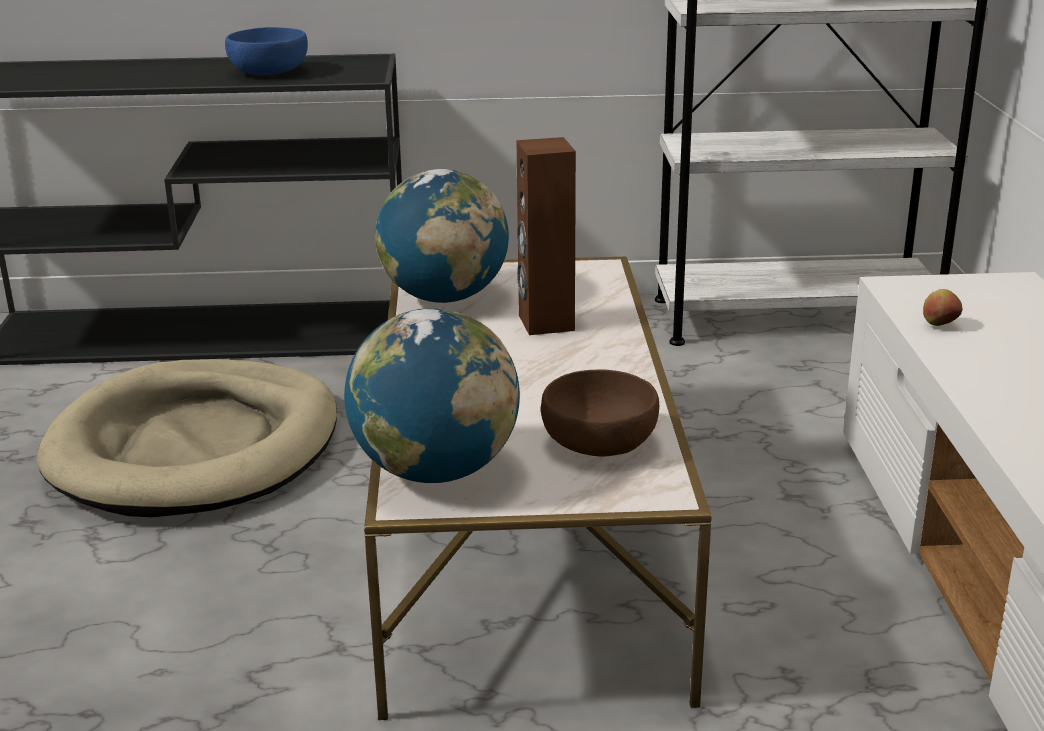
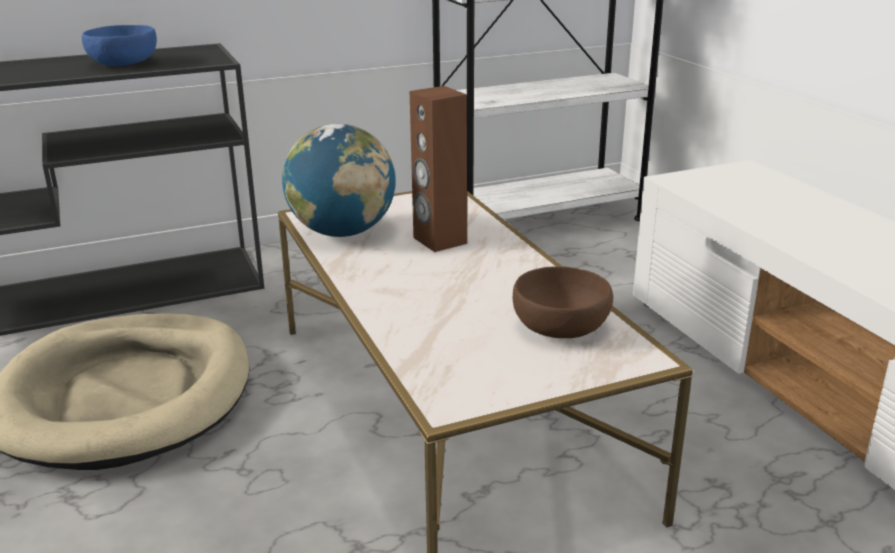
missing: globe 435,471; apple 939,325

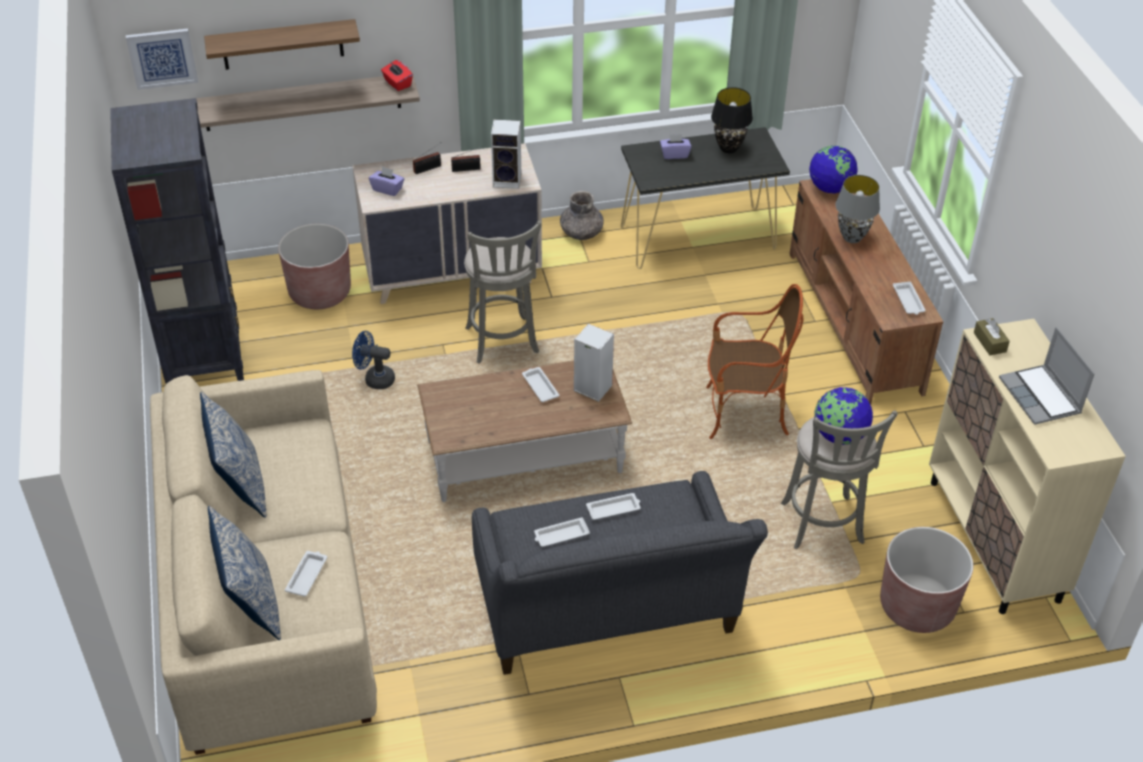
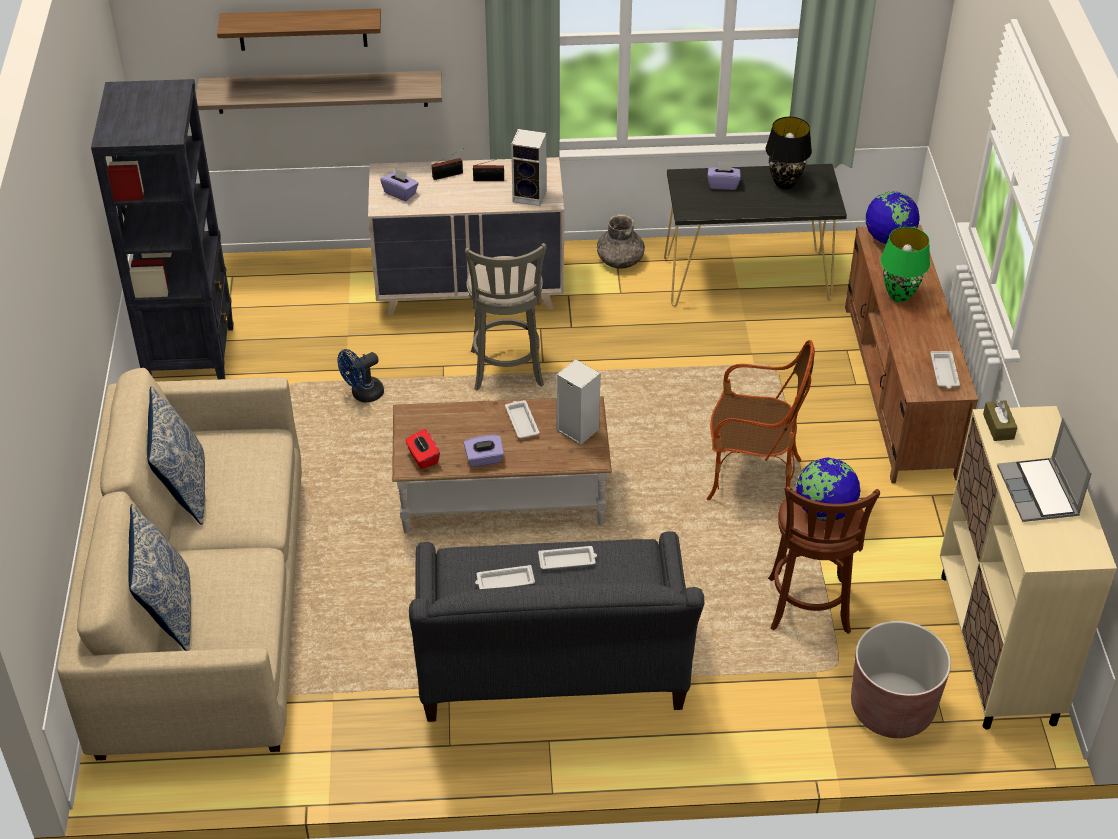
missing: picture 162,58; planter/brown 320,292; tray/white 307,575
appeared: tissue box/purple 484,459
relocated: tissue box/red 397,83 to 422,457
colour: stool/grey 823,527 to stool/brown 808,609; table lamp/grey 852,237 to table lamp/green 899,295
spun: fan/blue 375,379 = 363,395 60 degrees counterclockwise

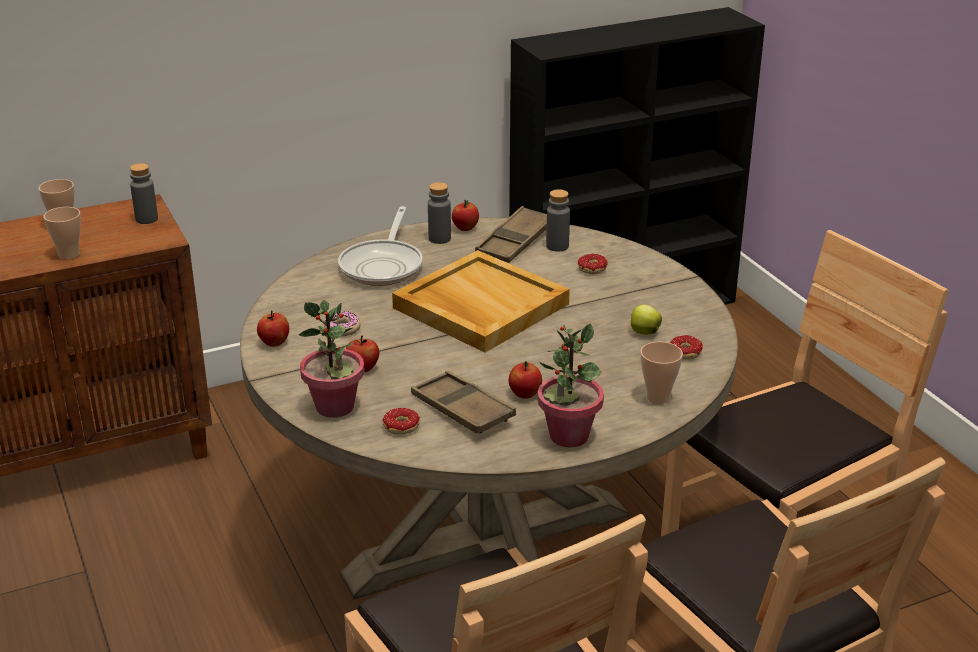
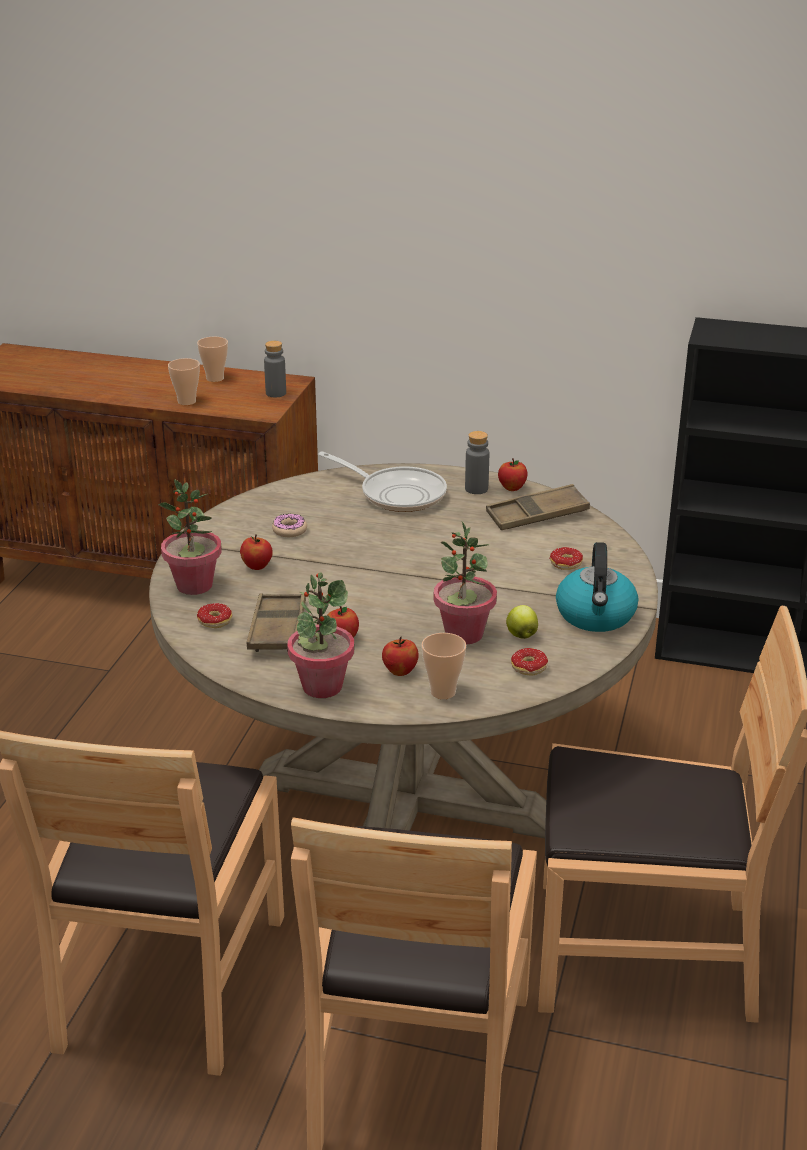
missing: tray/beige 479,306; bottle/grey 557,246
appeared: potted plant 463,634; kettle 596,616
relocated: apple 274,343 to 400,671
spun: frying pan 383,265 = 397,494 105 degrees counterclockwise

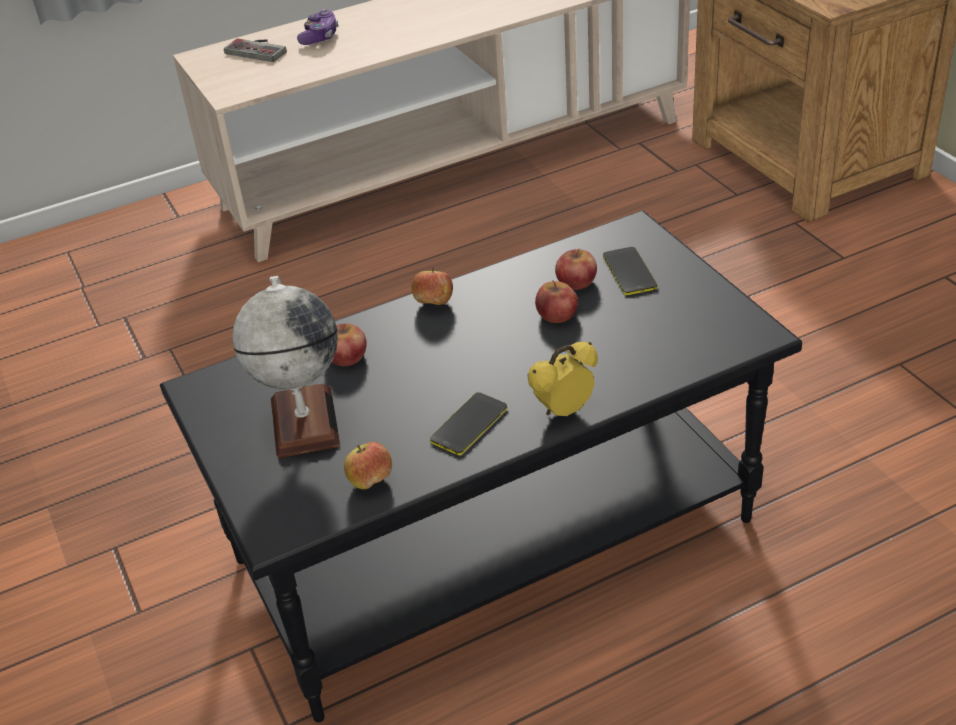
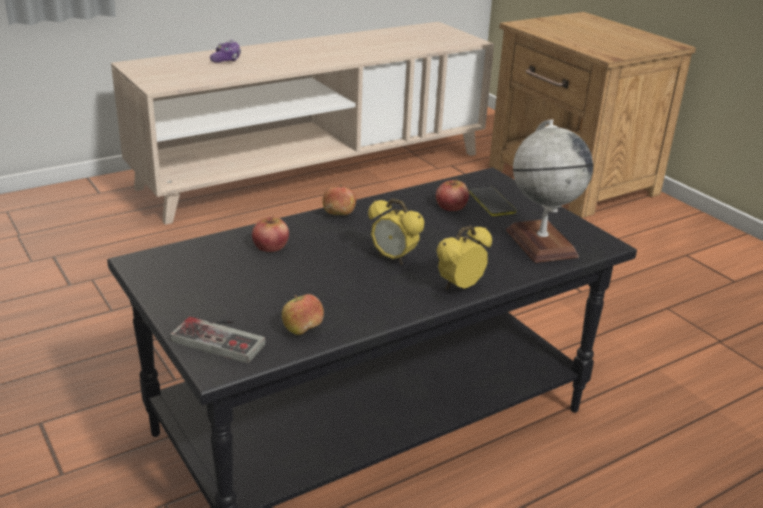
missing: phone 469,424; apple 557,314
appeared: alarm clock 393,258
relocated: game controller 259,49 to 223,337; globe 304,422 to 540,243

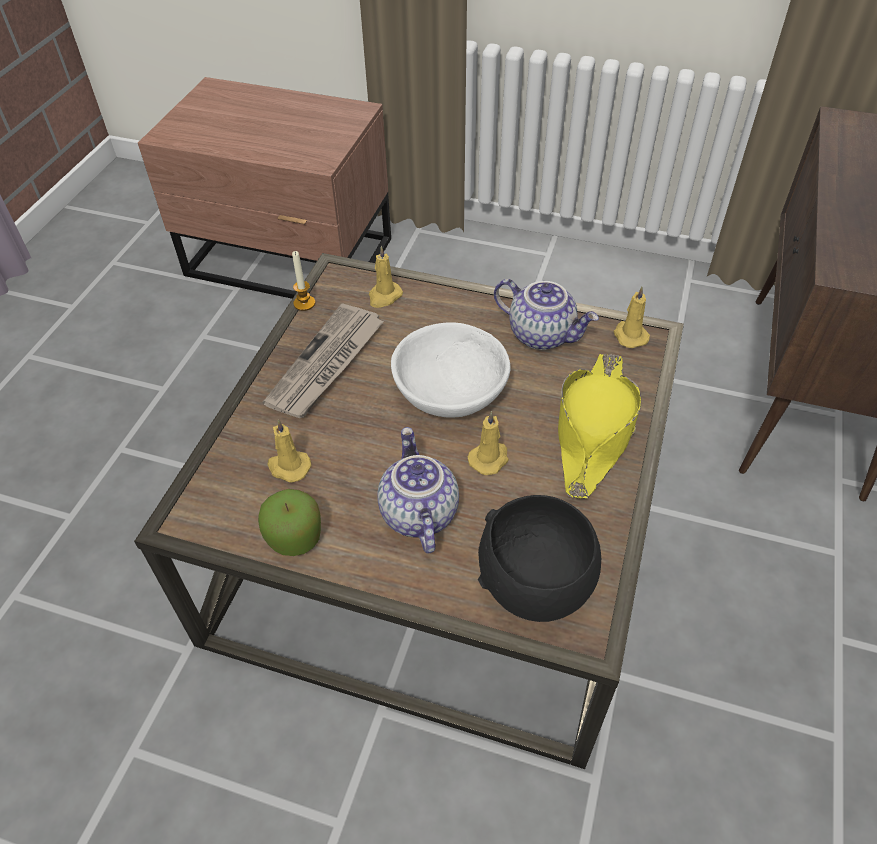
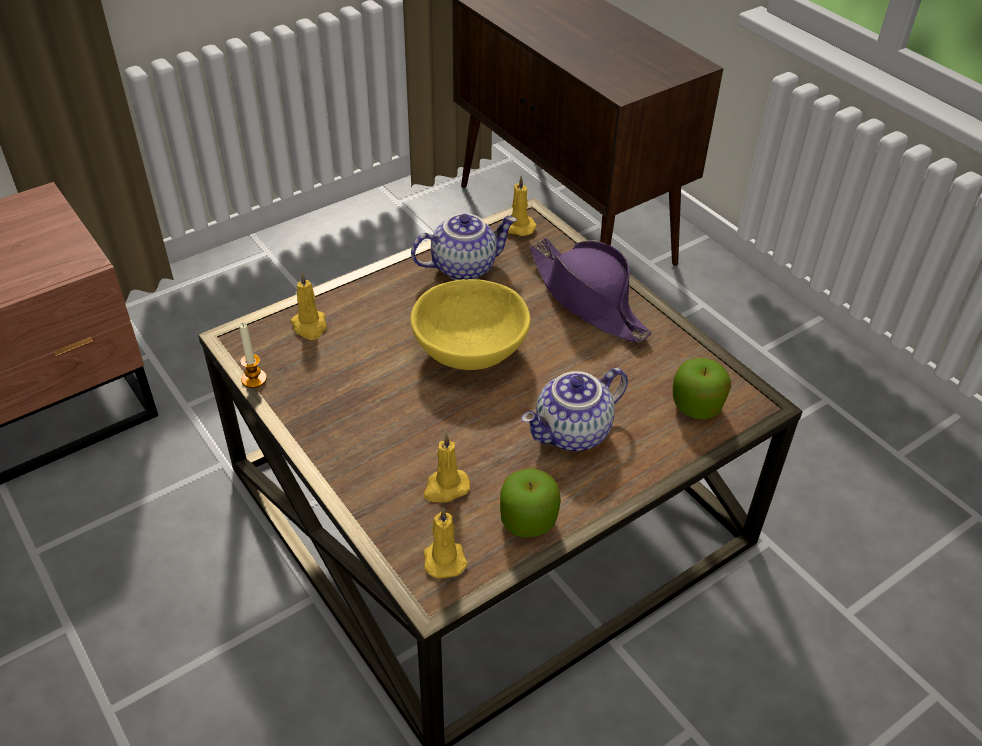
missing: newspaper 326,364
relocated: candle/yellow 489,458 to 444,558
exchanged: bowl/black 536,585 to apple 697,405
colour: bowl/white 452,393 to bowl/yellow 471,348; hat/yellow 593,431 to hat/purple 588,299
spun: teapot 417,513 = 573,434 60 degrees counterclockwise

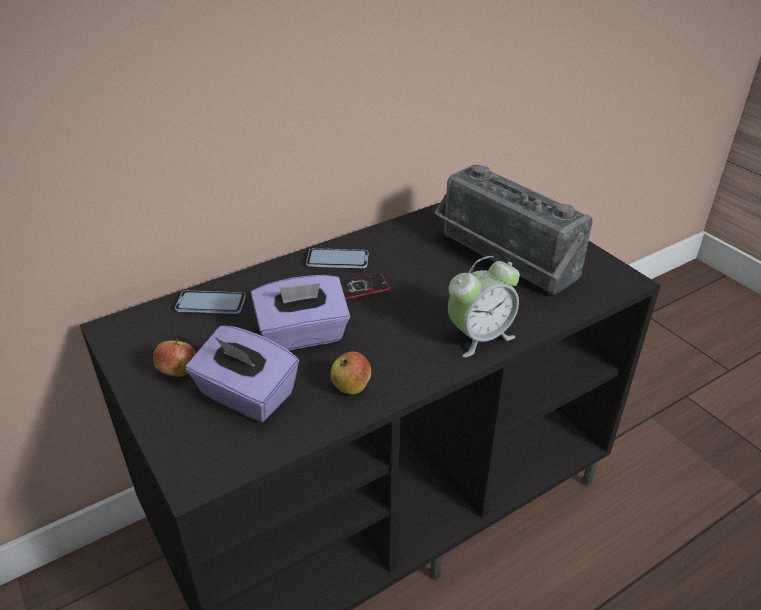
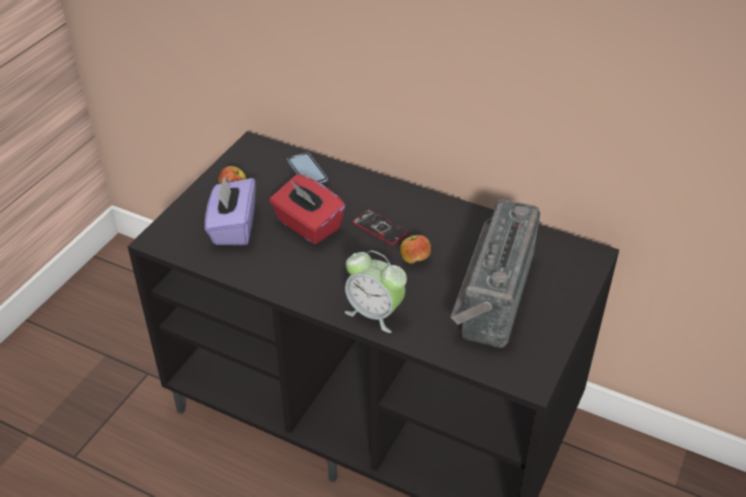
missing: phone 337,260
relocated: apple 351,387 to 415,259
colour: tissue box/purple 303,335 to tissue box/red 308,225

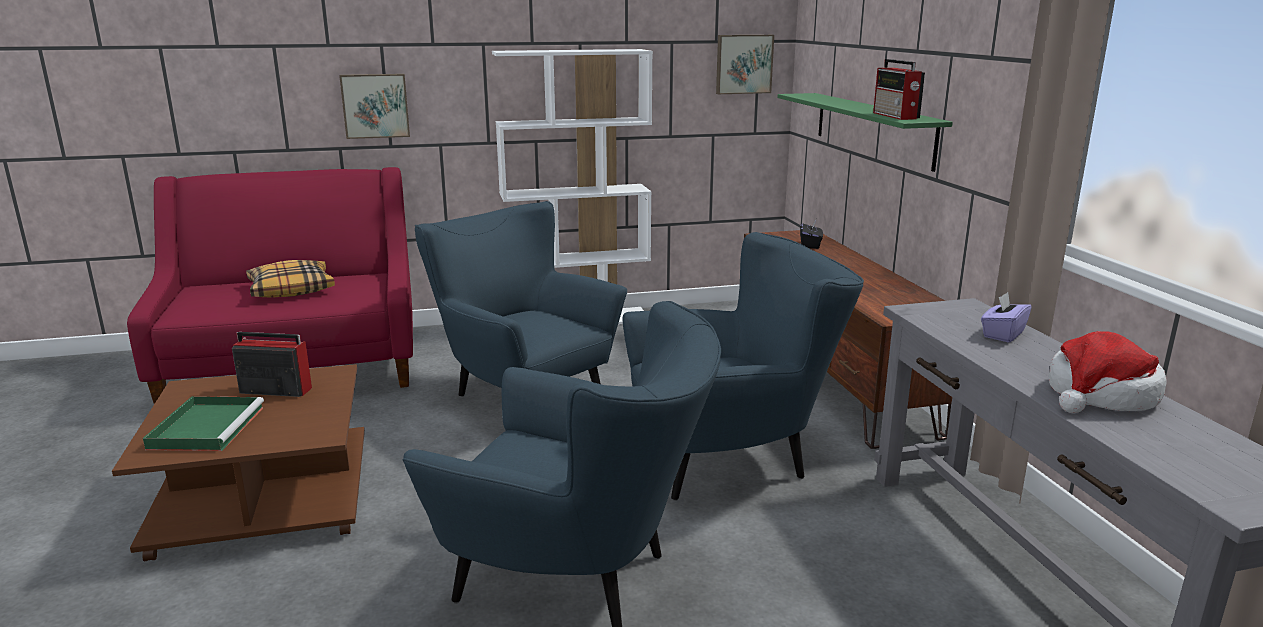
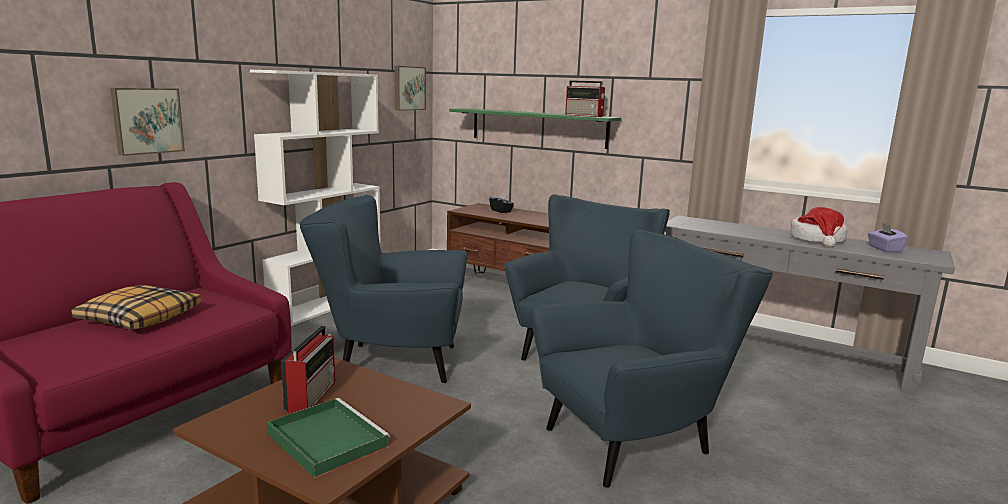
relocated: tissue box/purple 1002,334 to 884,249
spun: radio 274,390 = 312,395 135 degrees clockwise

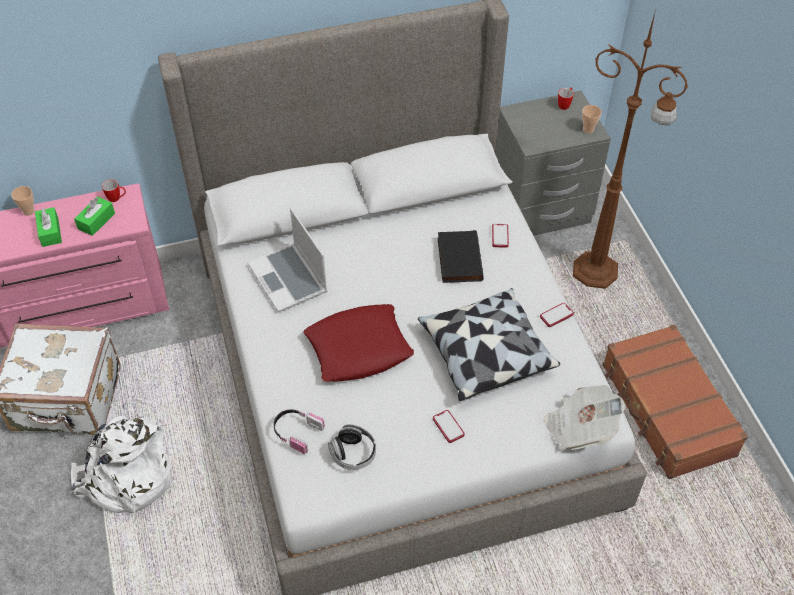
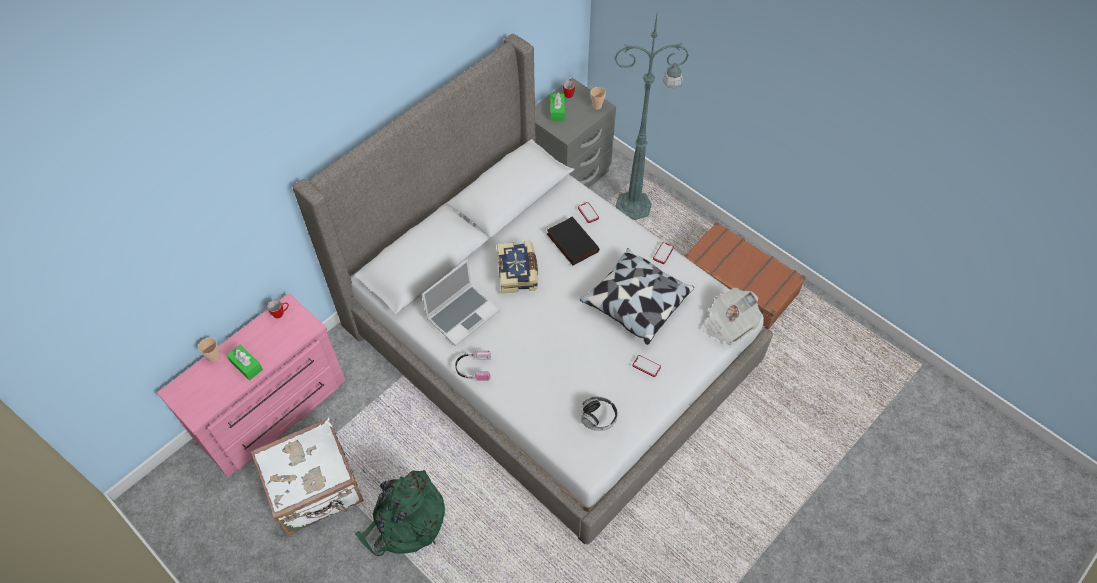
missing: pillow/red 359,348
appeared: book 518,272
relocated: tissue box/green 96,221 to 557,111; headphones 296,432 to 473,368
colour: backpack/white 126,478 to backpack/green 405,522; floor lamp/brown 597,272 to floor lamp/green 635,206
spun: laptop 289,279 = 463,314 75 degrees counterclockwise

